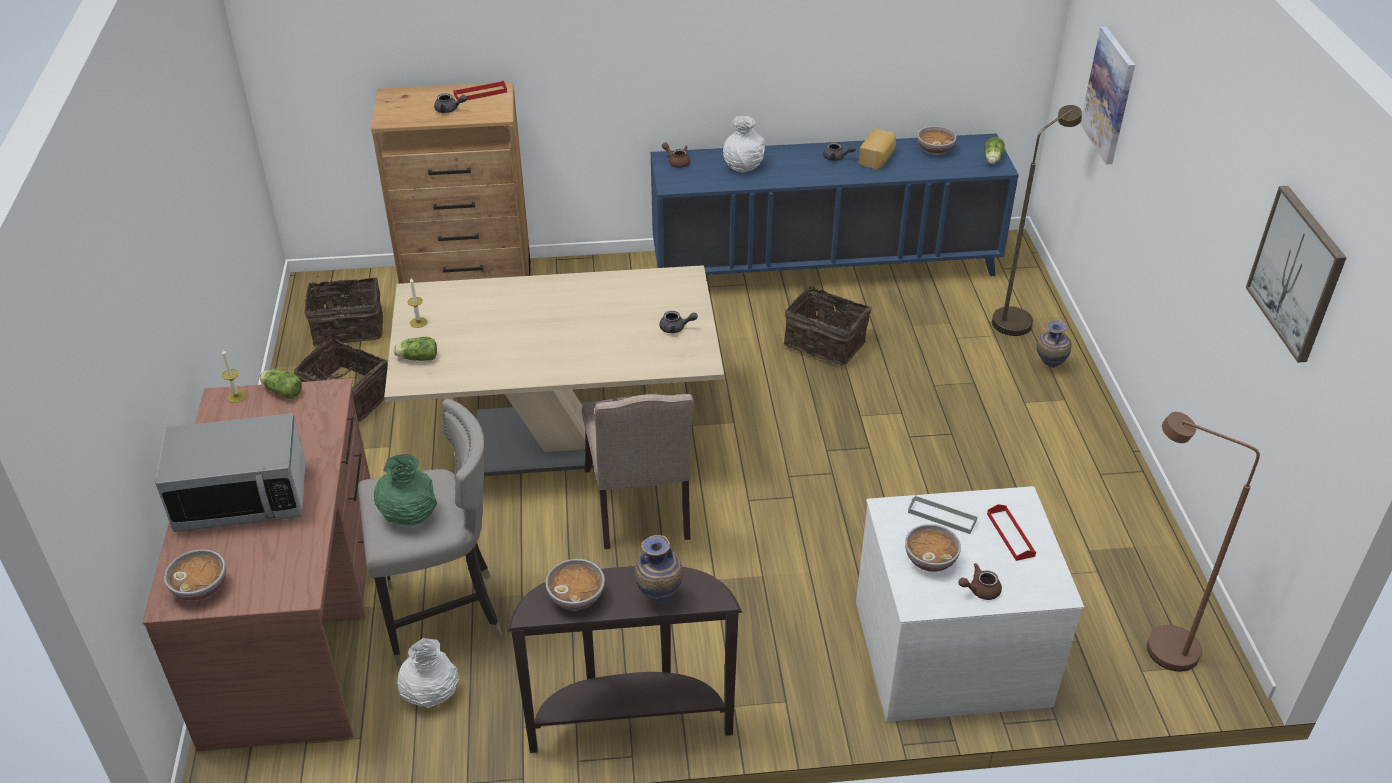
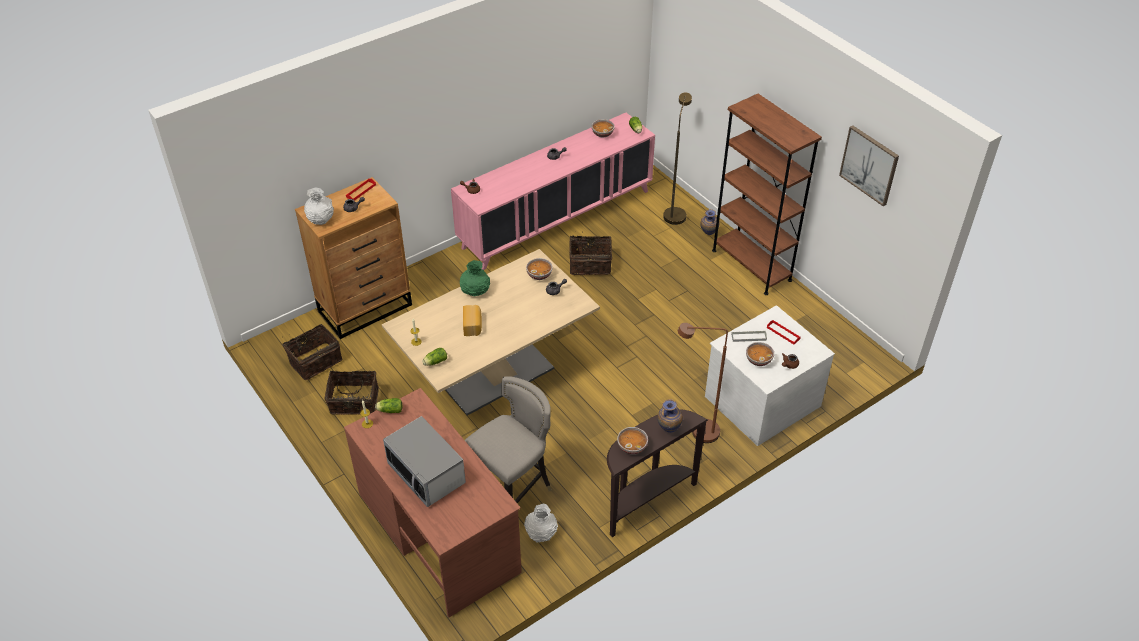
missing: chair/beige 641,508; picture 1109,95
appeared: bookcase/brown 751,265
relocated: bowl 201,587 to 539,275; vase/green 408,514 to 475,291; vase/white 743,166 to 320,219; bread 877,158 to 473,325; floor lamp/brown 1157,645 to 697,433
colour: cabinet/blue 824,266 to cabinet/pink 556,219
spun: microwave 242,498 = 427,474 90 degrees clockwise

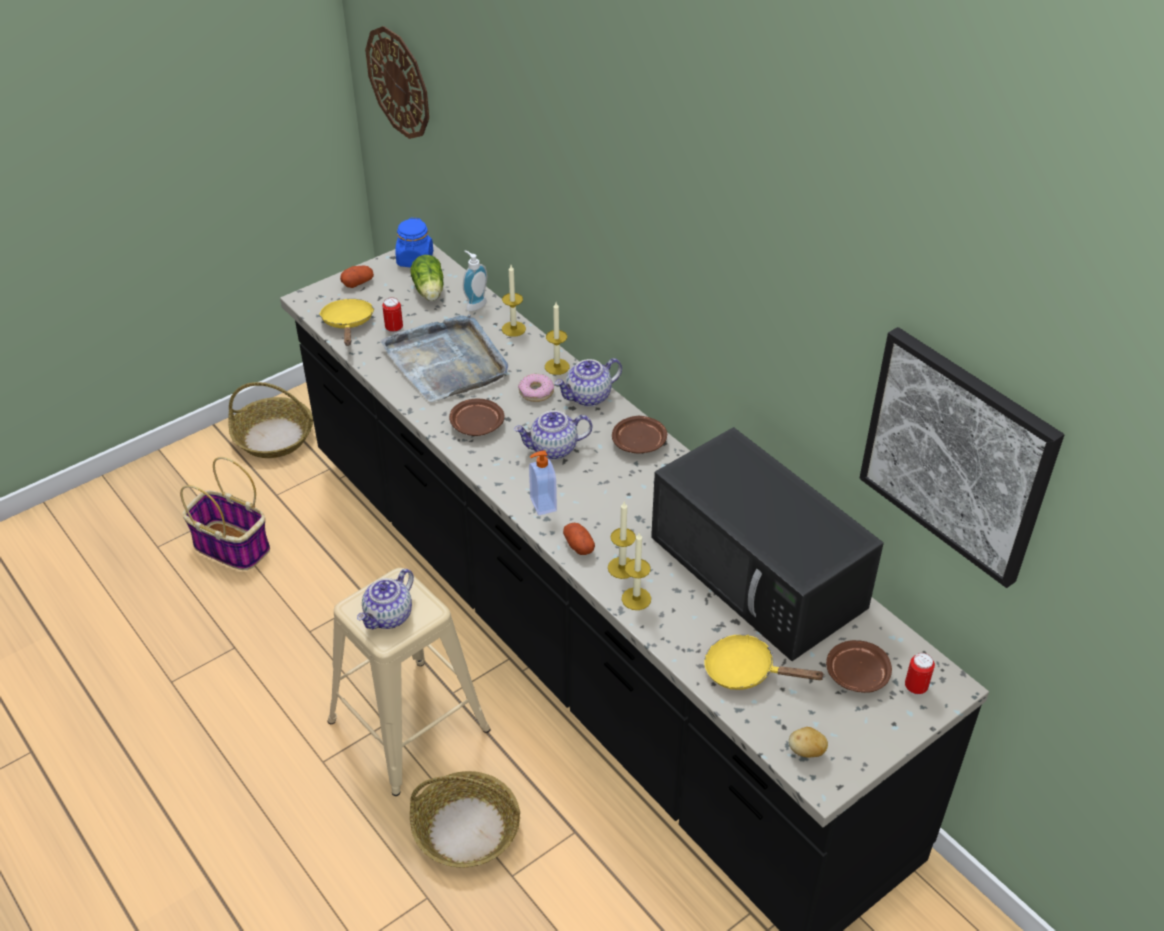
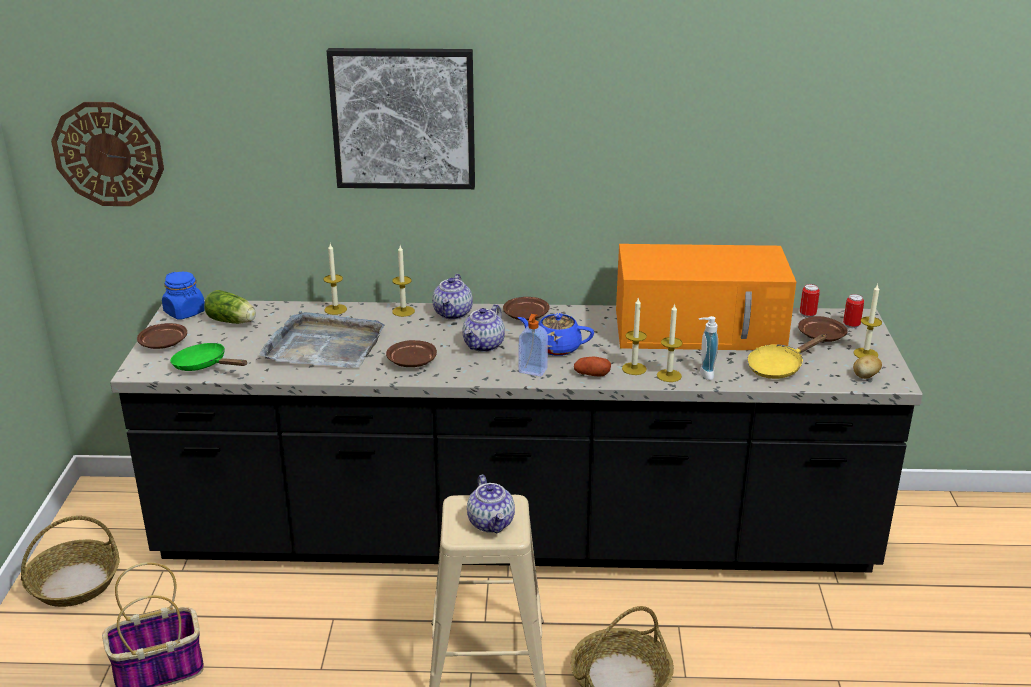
missing: donut 536,392
appeared: teapot/blue 556,348; candle 865,354
relocated: can 394,328 to 807,315; soap dispenser 474,304 to 704,374; picture 957,455 to 403,118
exchanged: potato 358,283 to plate/brown 163,343
colour: frying pan/yellow 348,324 to frying pan/green 204,366; microwave/black 760,573 to microwave/orange 701,329

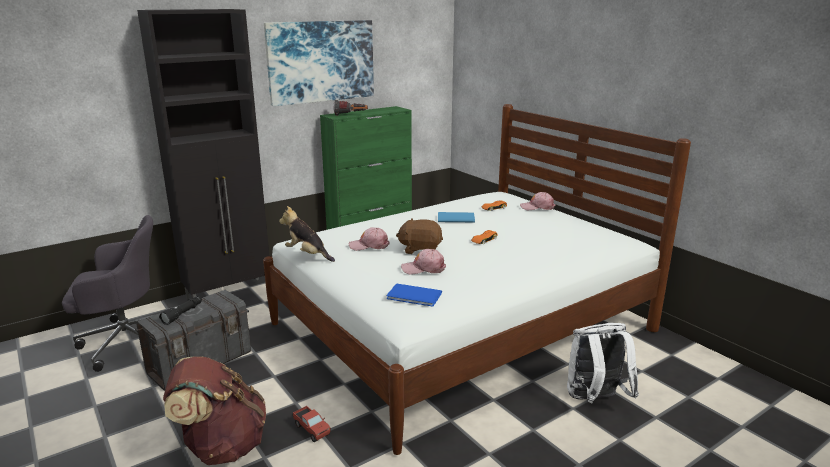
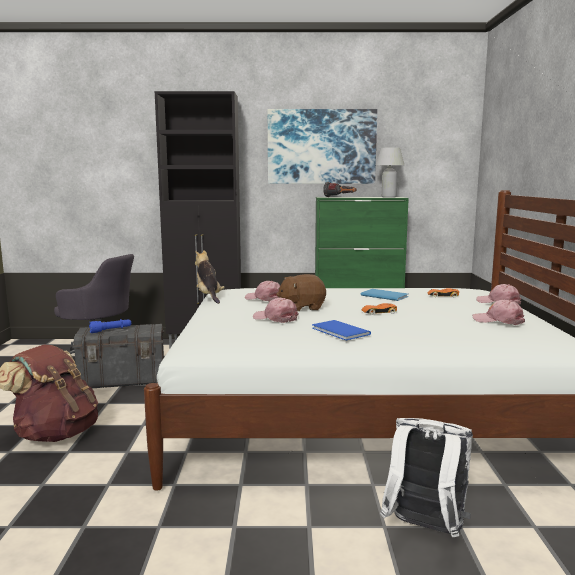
missing: toy truck 312,430
appeared: table lamp/white 388,197; cap/pink 498,320
relocated: book/blue 415,296 to 340,332
colour: flashlight/black 183,314 to flashlight/blue 111,330
spun: plush toy/brown 420,249 = 302,307 60 degrees counterclockwise

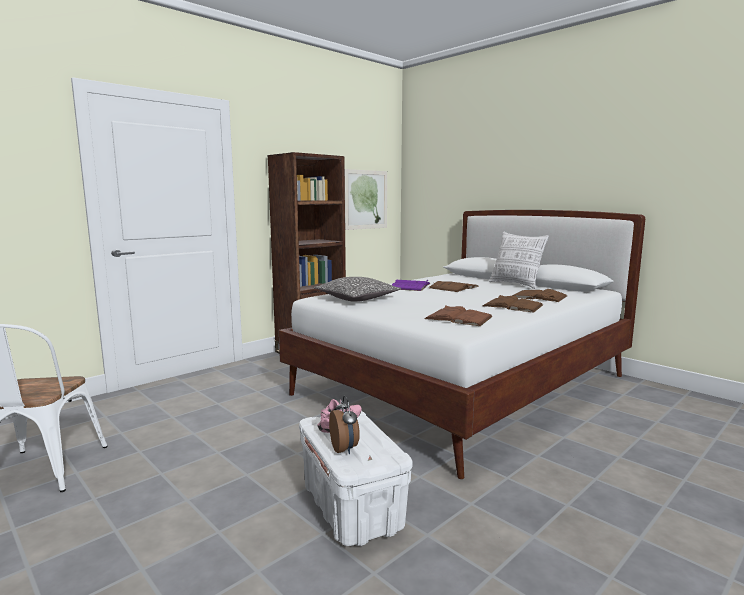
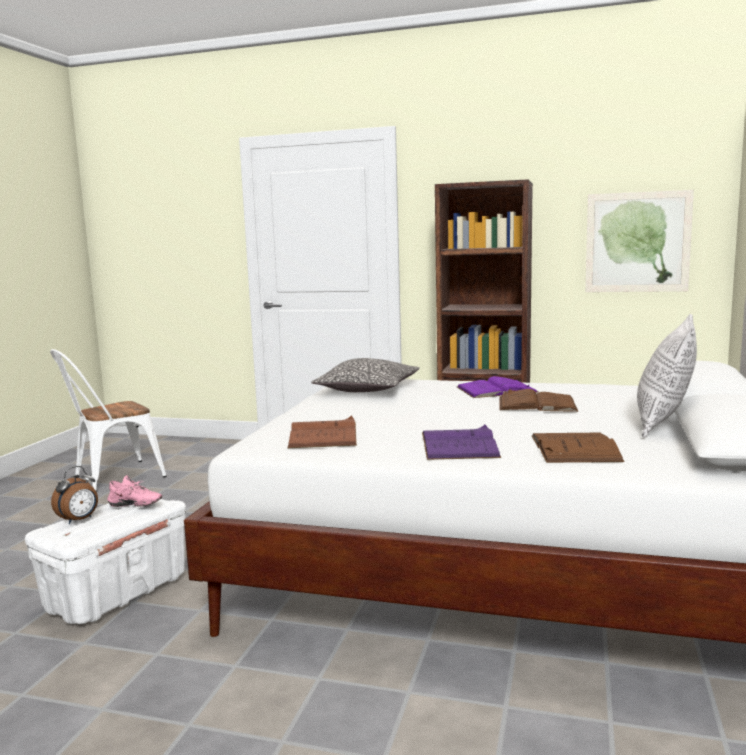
colour: book/brown 512,305 to book/purple 459,445

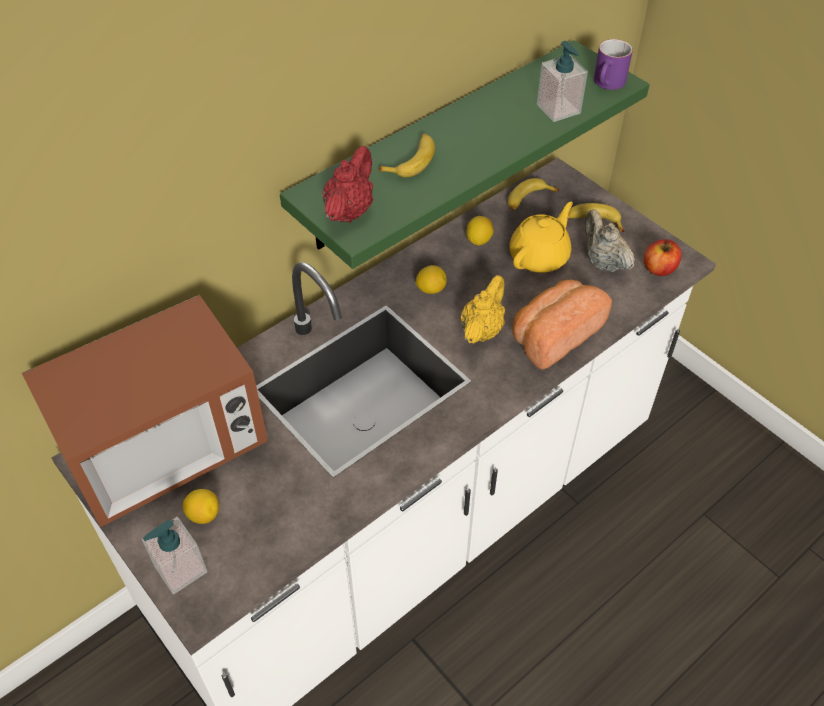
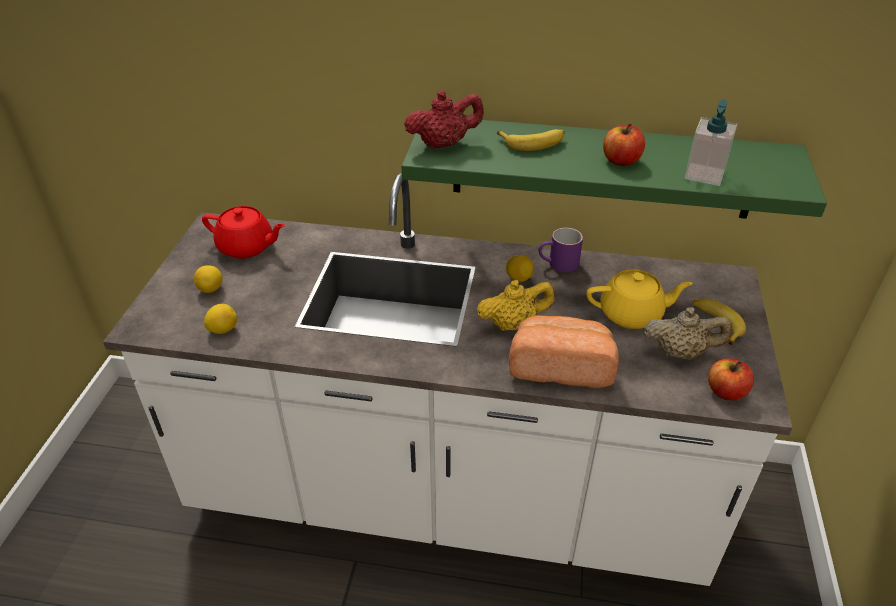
missing: soap dispenser 180,569; banana 528,200
appeared: apple 621,161
relocated: lemon 478,240 to 223,329; mug/purple 608,84 to 558,264
exchanged: microwave 166,450 to teapot/red 247,247
spun: teapot/beige 603,262 = 681,352 75 degrees clockwise

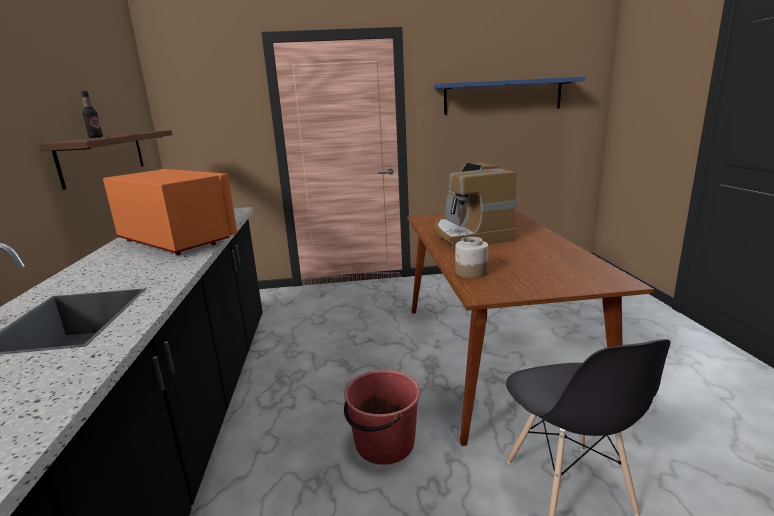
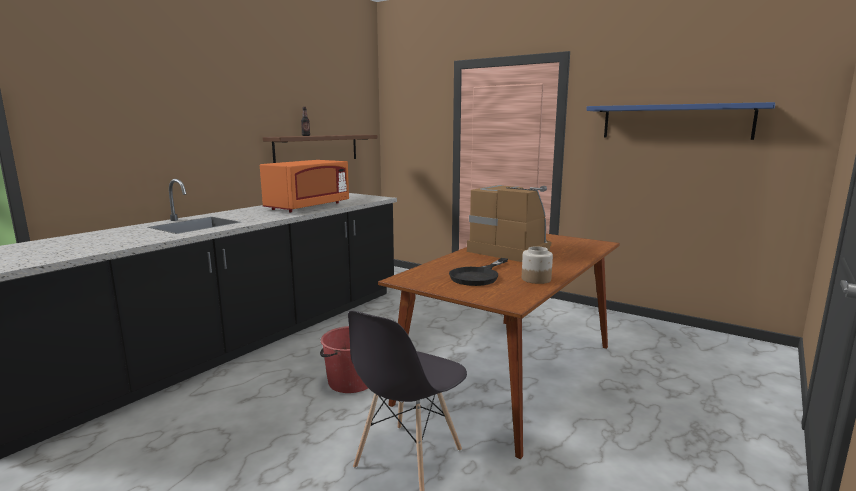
appeared: frying pan/black 478,276
relocated: jar 471,272 to 535,279
spun: microwave/orange 177,241 = 308,207 45 degrees clockwise; coffee machine 469,236 = 510,250 105 degrees clockwise

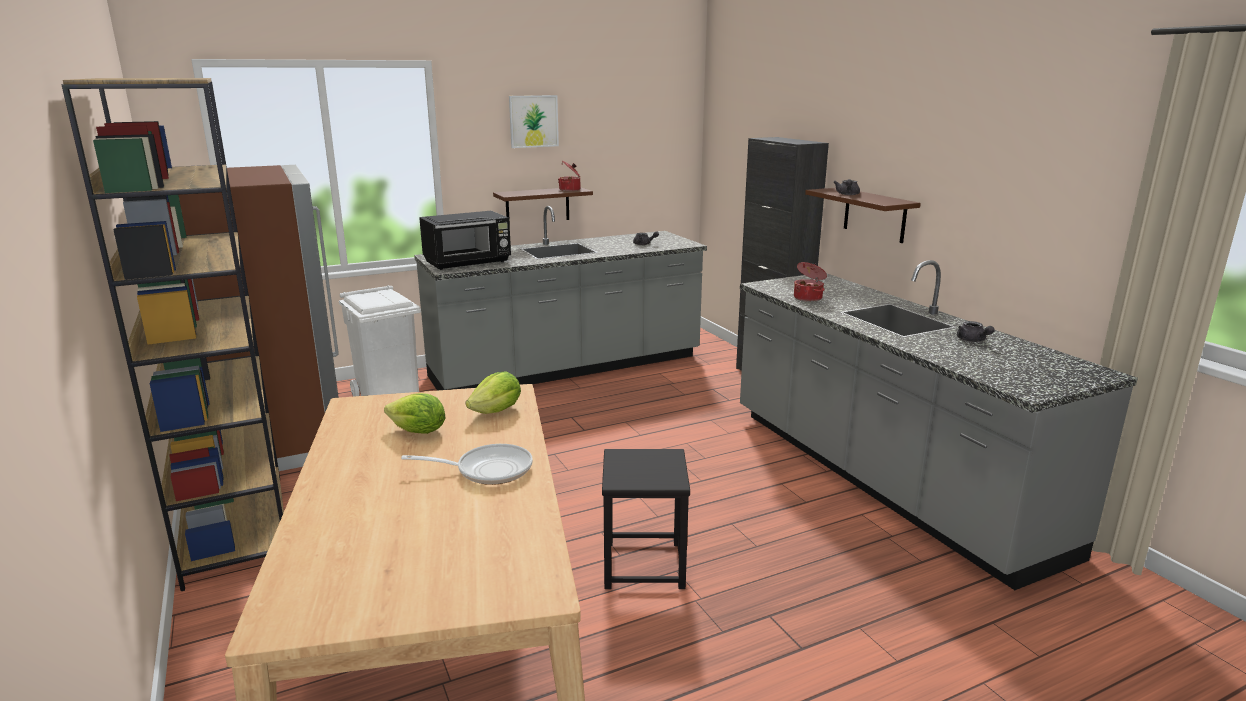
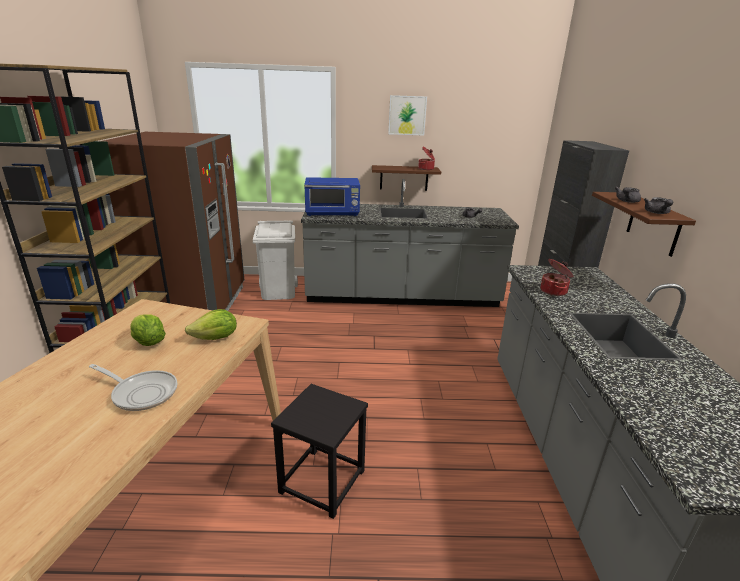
relocated: teapot/grey 973,340 to 657,213
colour: microwave/black 468,262 to microwave/blue 333,213

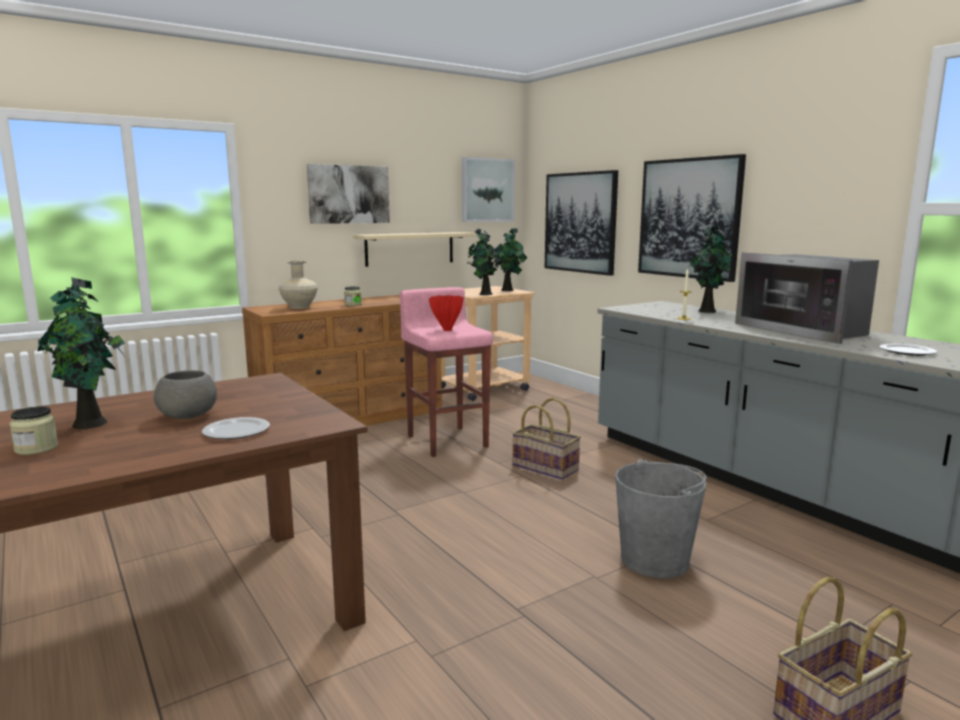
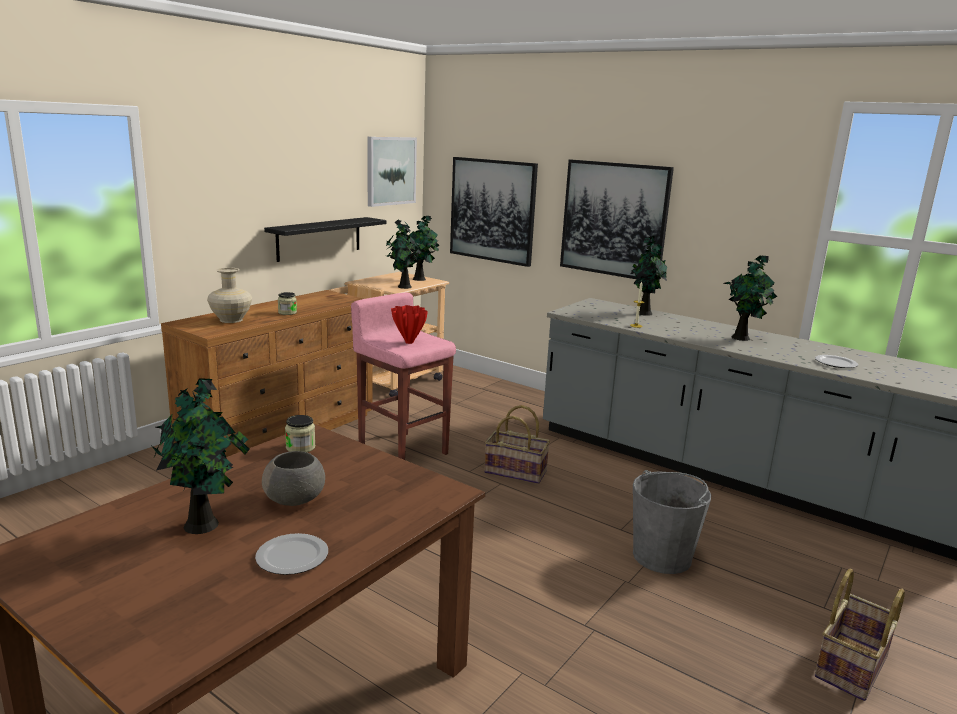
missing: picture 349,194
relocated: jar 36,448 to 300,447; plate 236,431 to 291,556
exchanged: microwave 804,330 to potted plant 742,338
colour: shelf/beige 410,248 to shelf/black 319,238

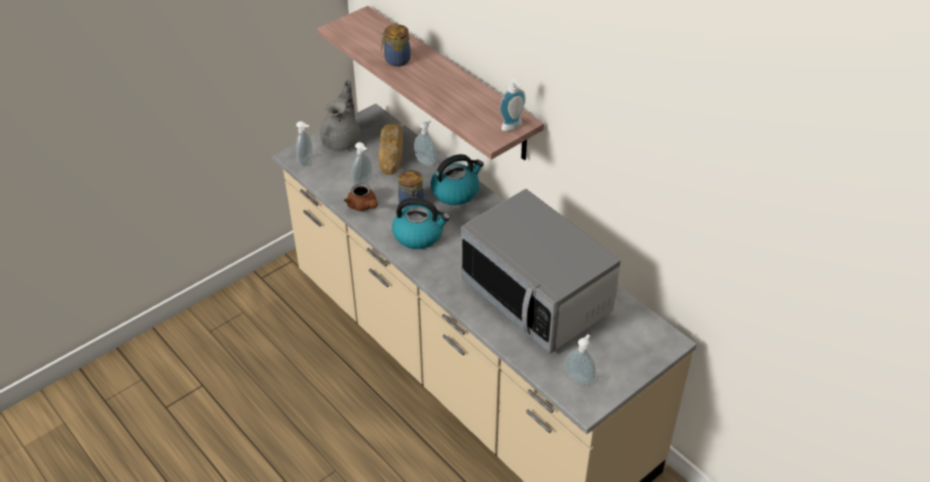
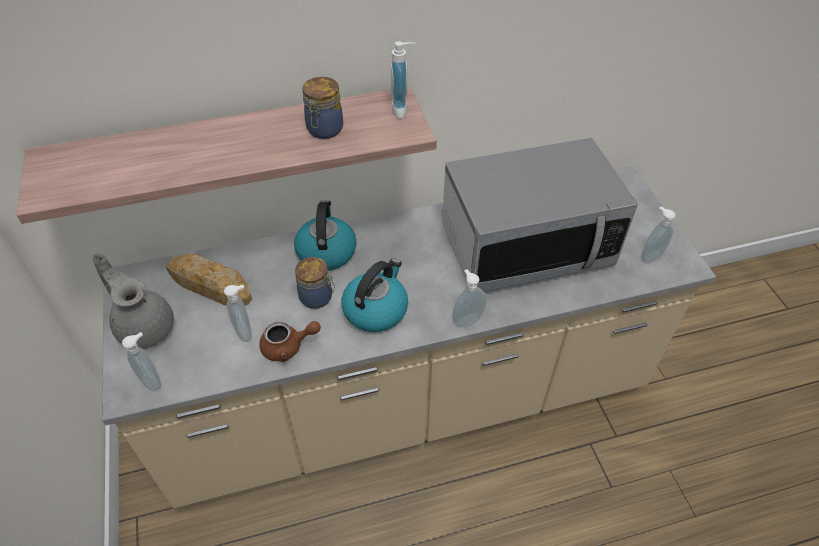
relocated: jar 396,60 to 324,130; soap dispenser 426,161 to 466,320

